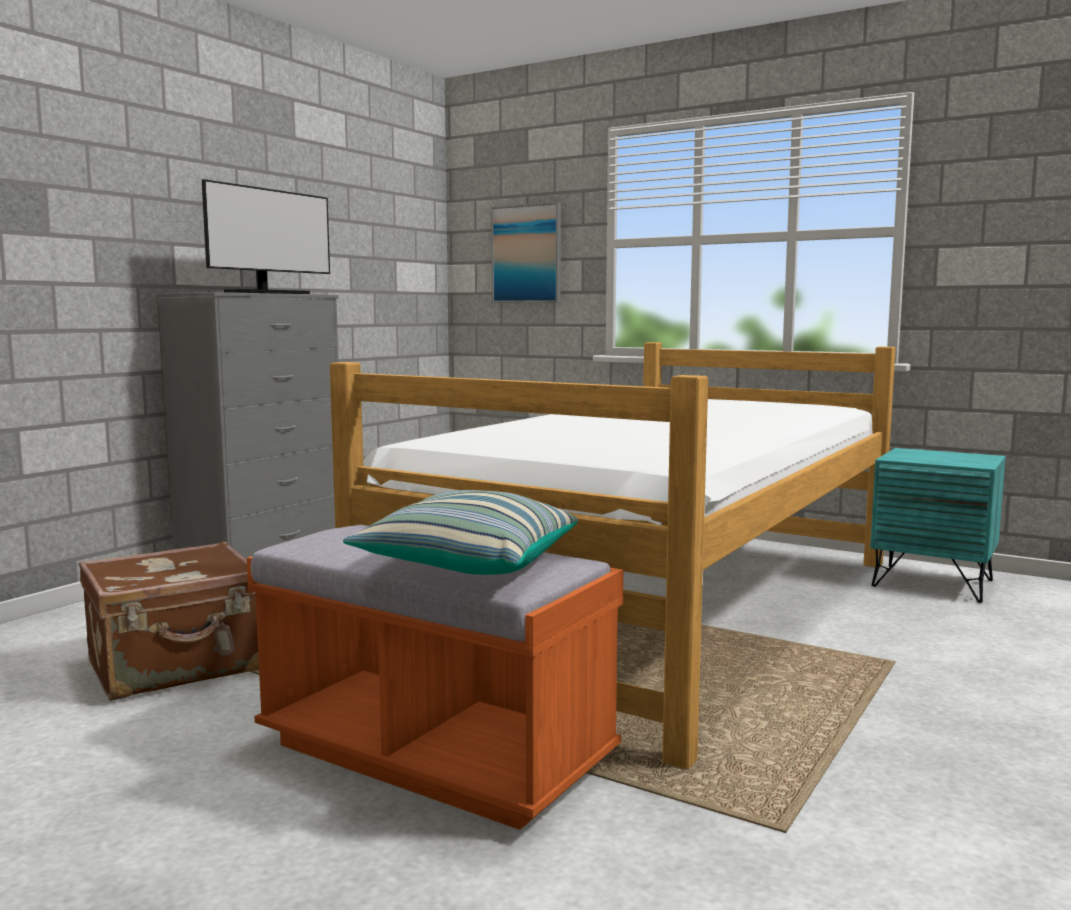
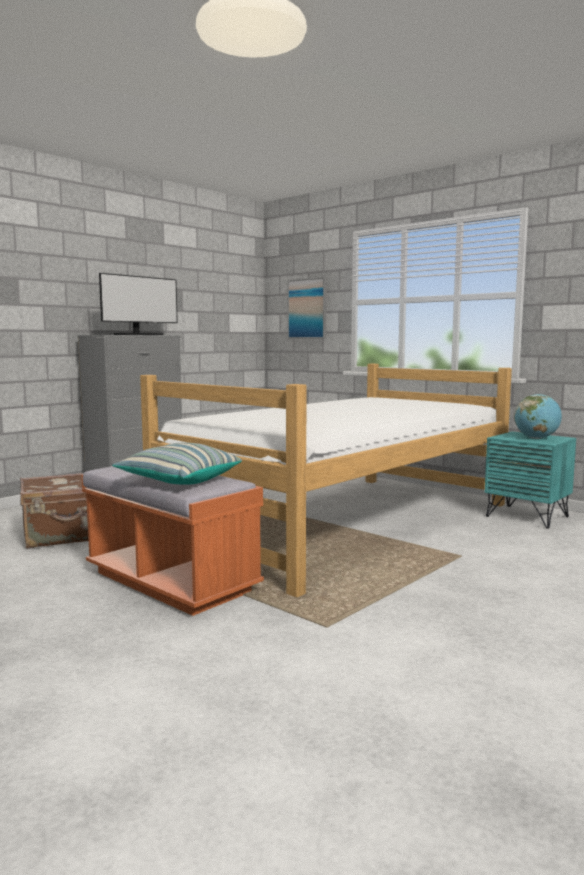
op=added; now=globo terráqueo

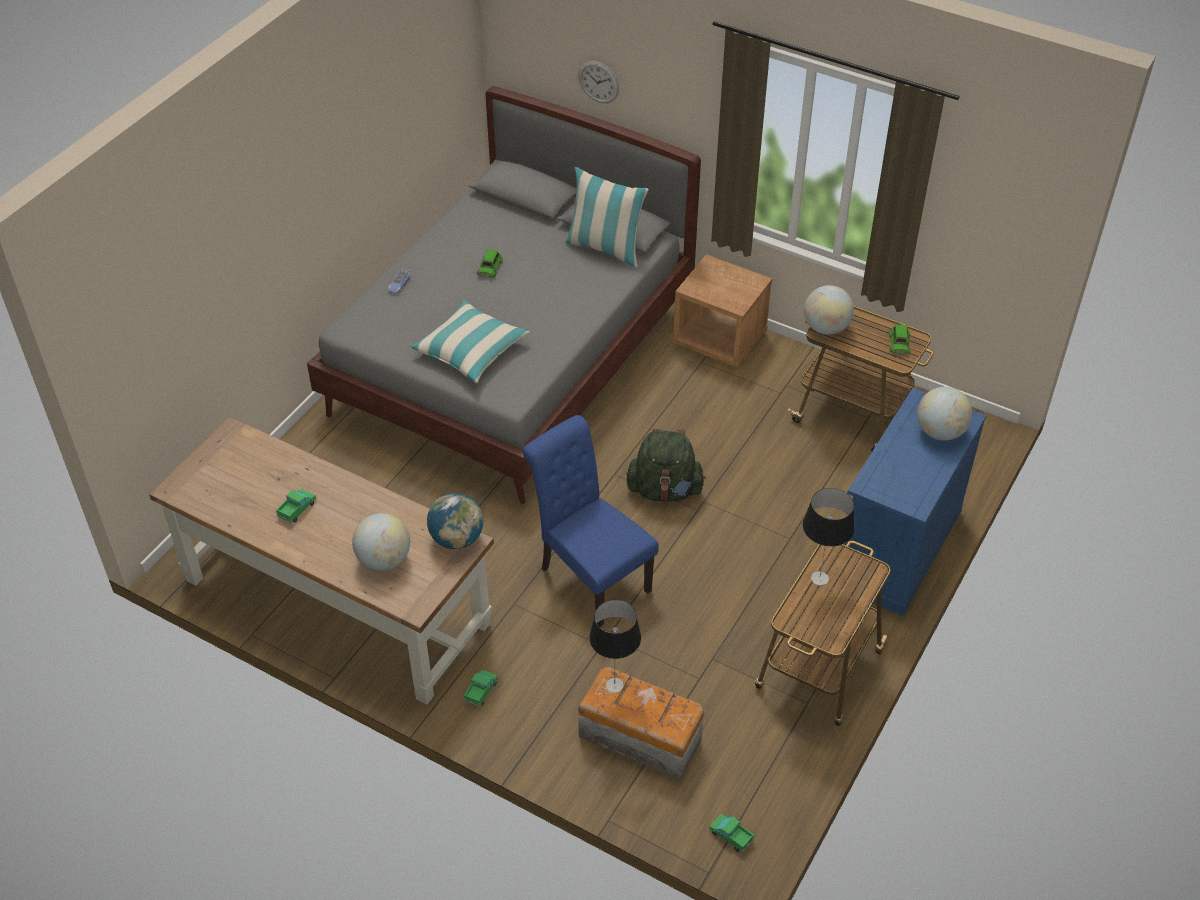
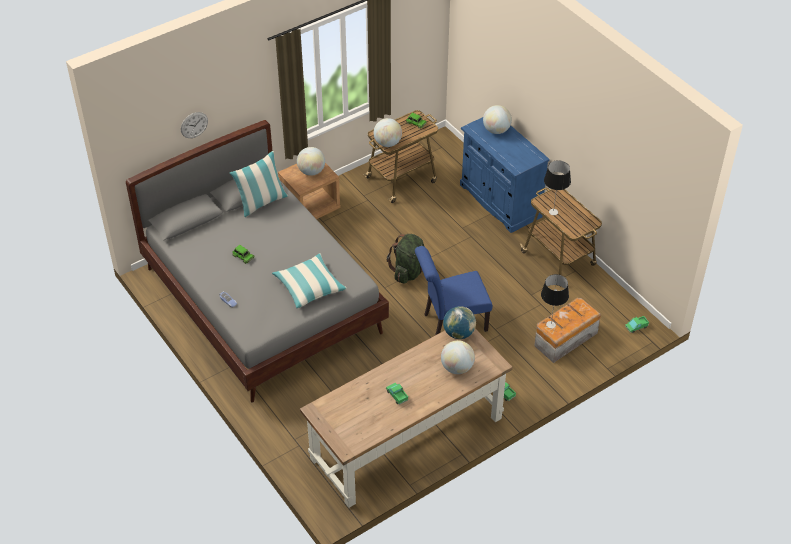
op=added; now=globo terráqueo (1st from left)

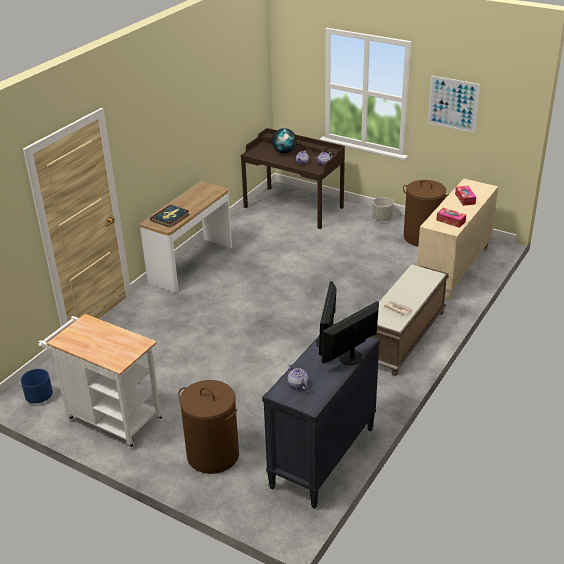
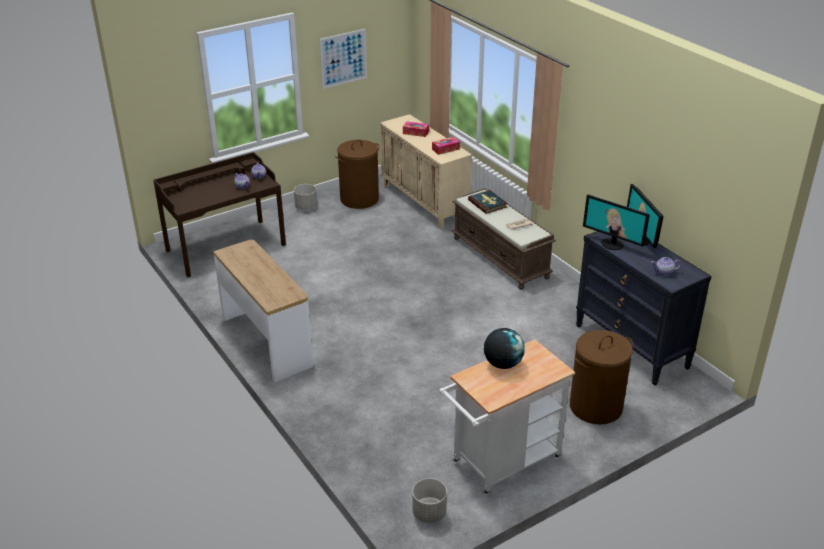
op=moved; was=globo terráqueo
op=moved; was=libro
op=recoloured; was=maceta [azul]; now=maceta [gris] (2nd from left)

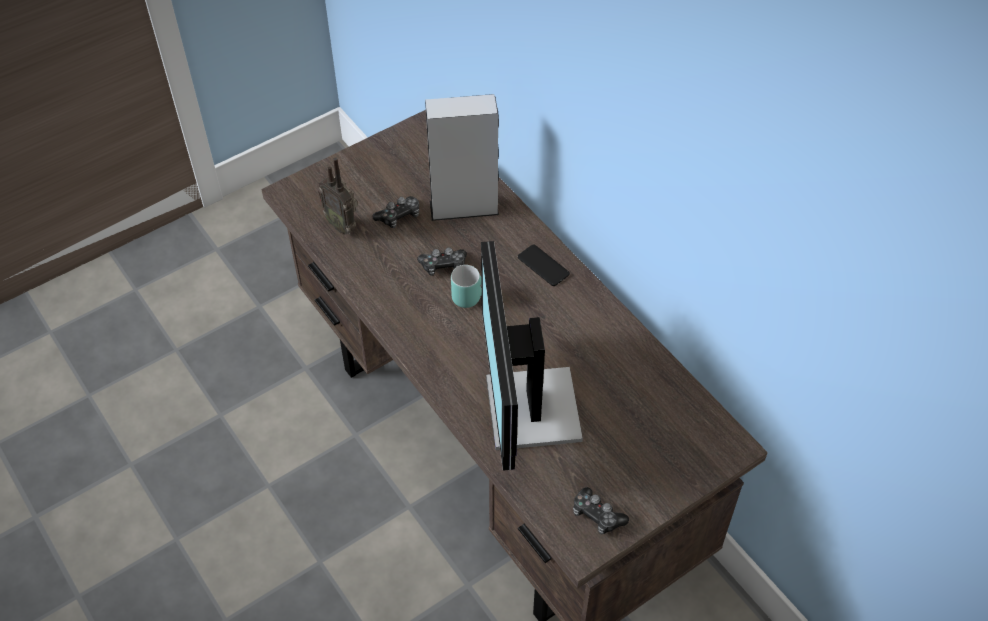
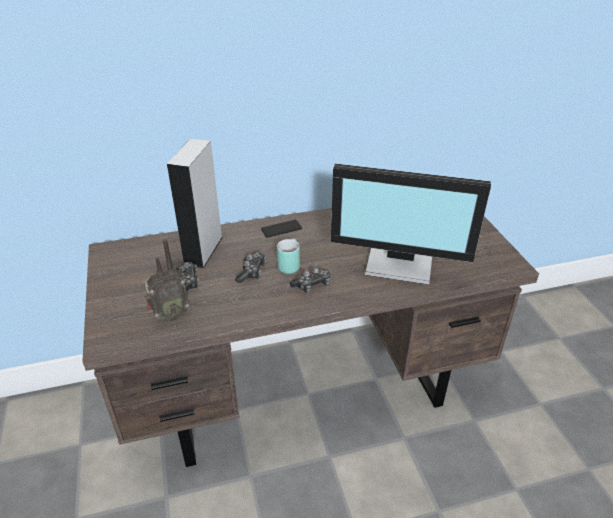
op=moved; was=mando de consola (3rd from left)

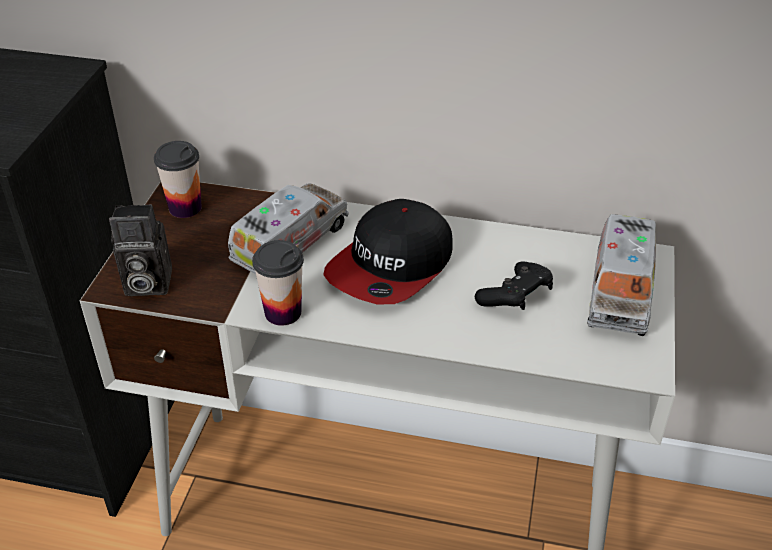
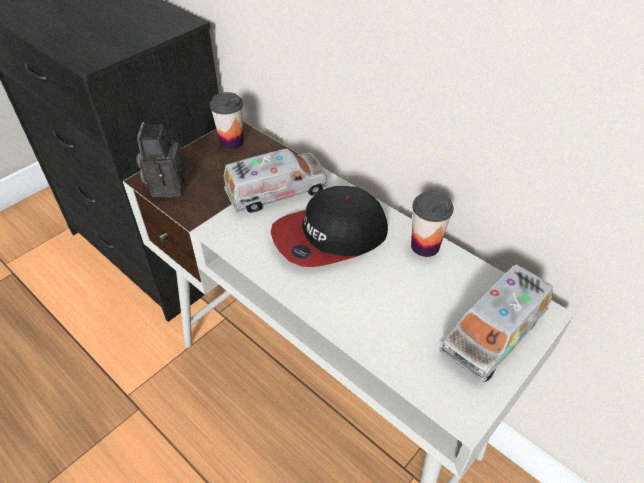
op=turned; was=cámara; clockwise=60
op=moved; was=taza (2nd from left)
op=removed; was=mando de consola [negro]

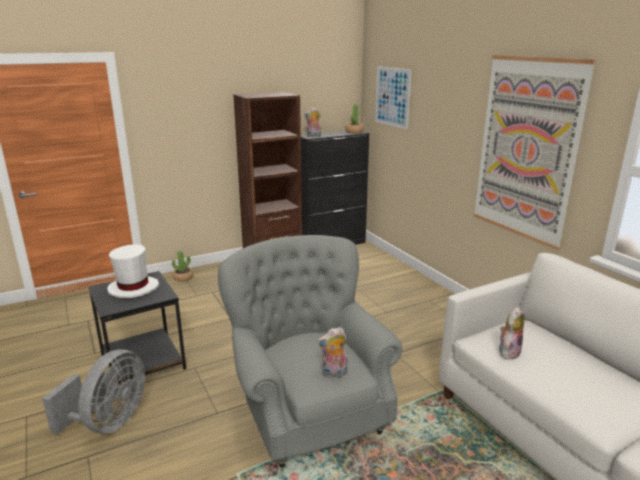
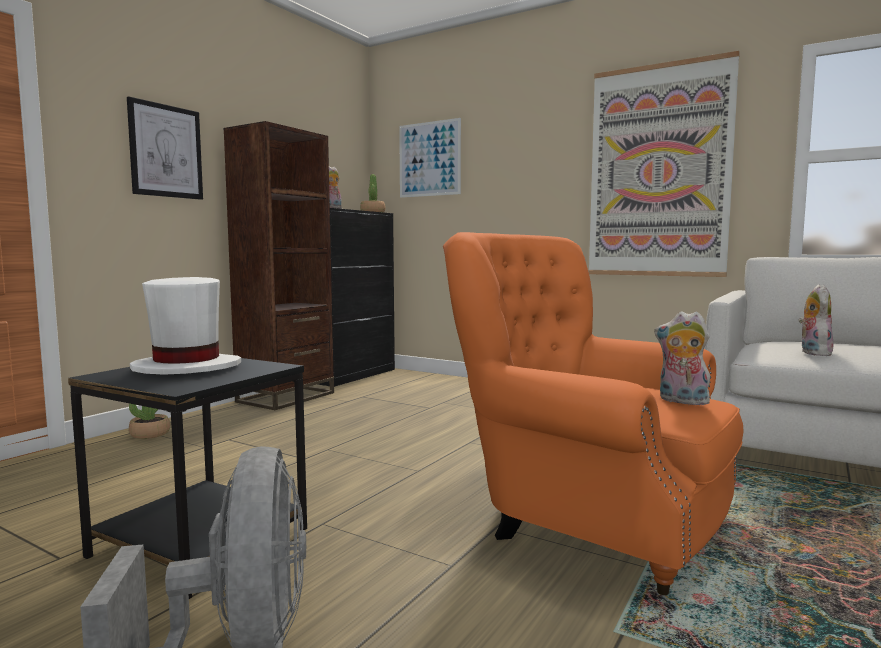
op=recoloured; was=sillón [gris]; now=sillón [naranja]
op=turned; was=peluche (2nd from left); clockwise=75
op=added; now=cuadro (1st from left)

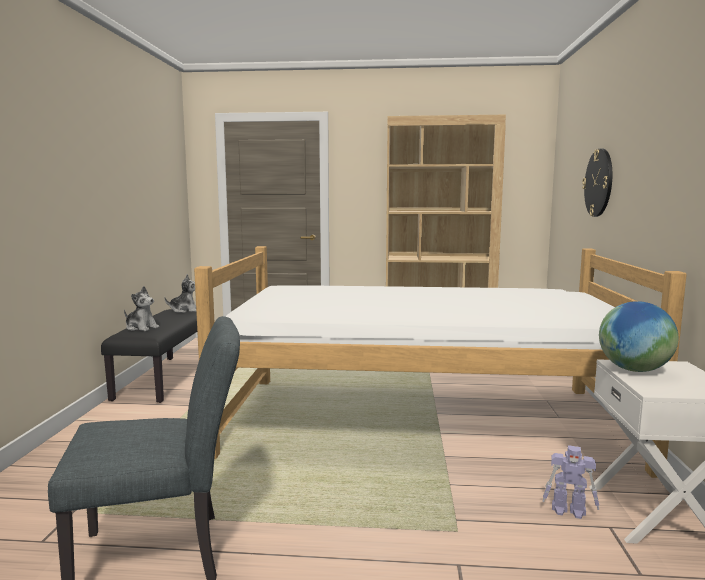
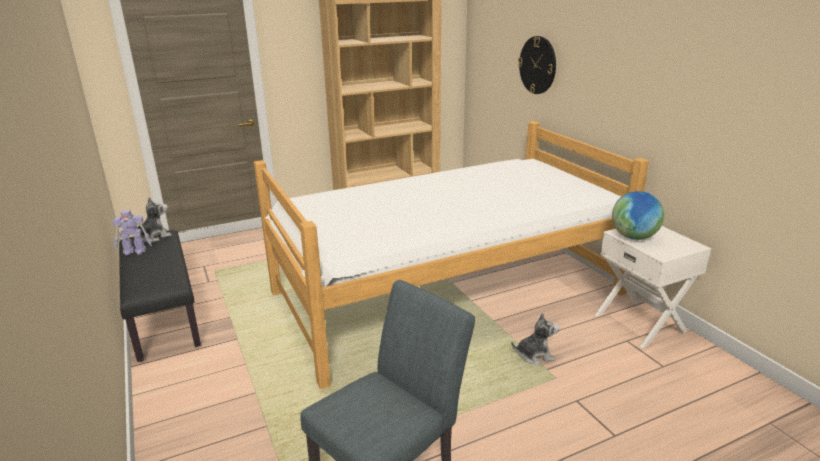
op=moved; was=peluche (1st from left in the first image); now=peluche (2nd from left)
op=moved; was=robot de juguete

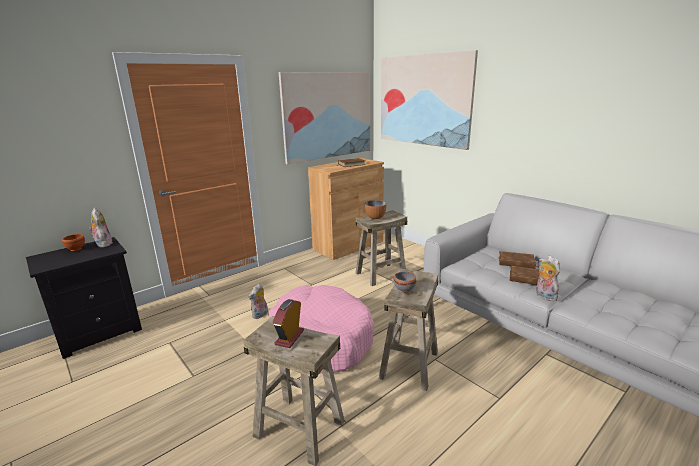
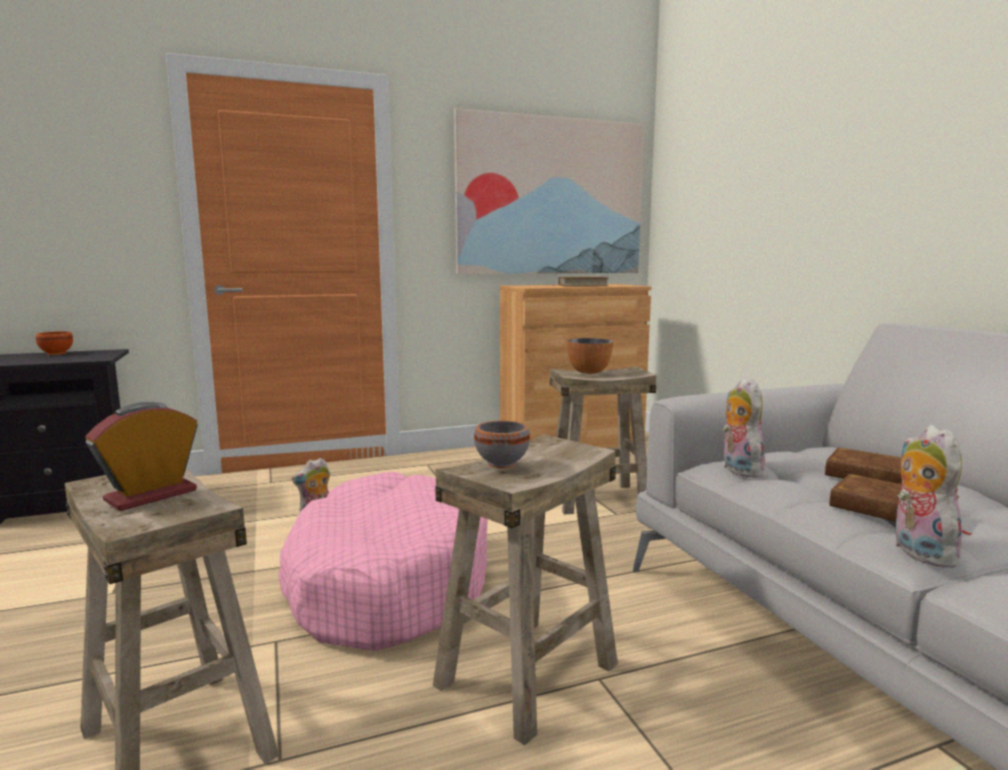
op=removed; was=cuadro (2nd from left)
op=moved; was=peluche (1st from left in the first image); now=peluche (2nd from left)

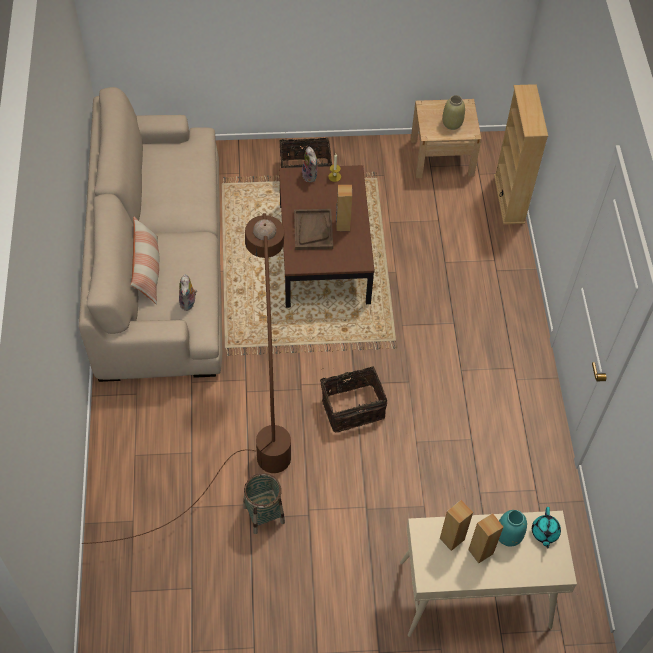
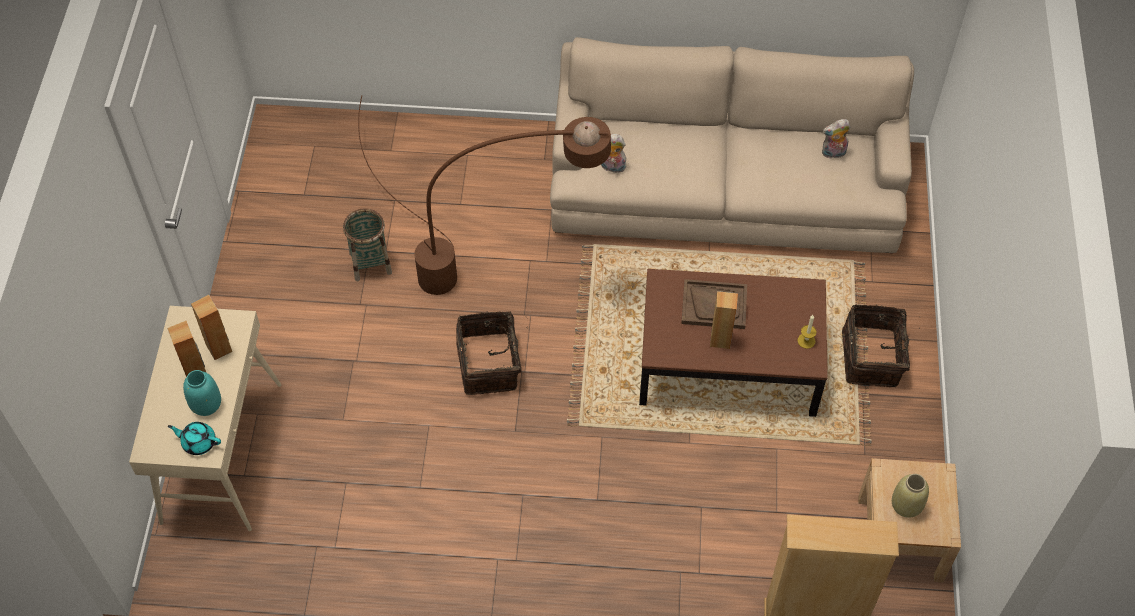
op=moved; was=peluche (2nd from left)
op=removed; was=cojín

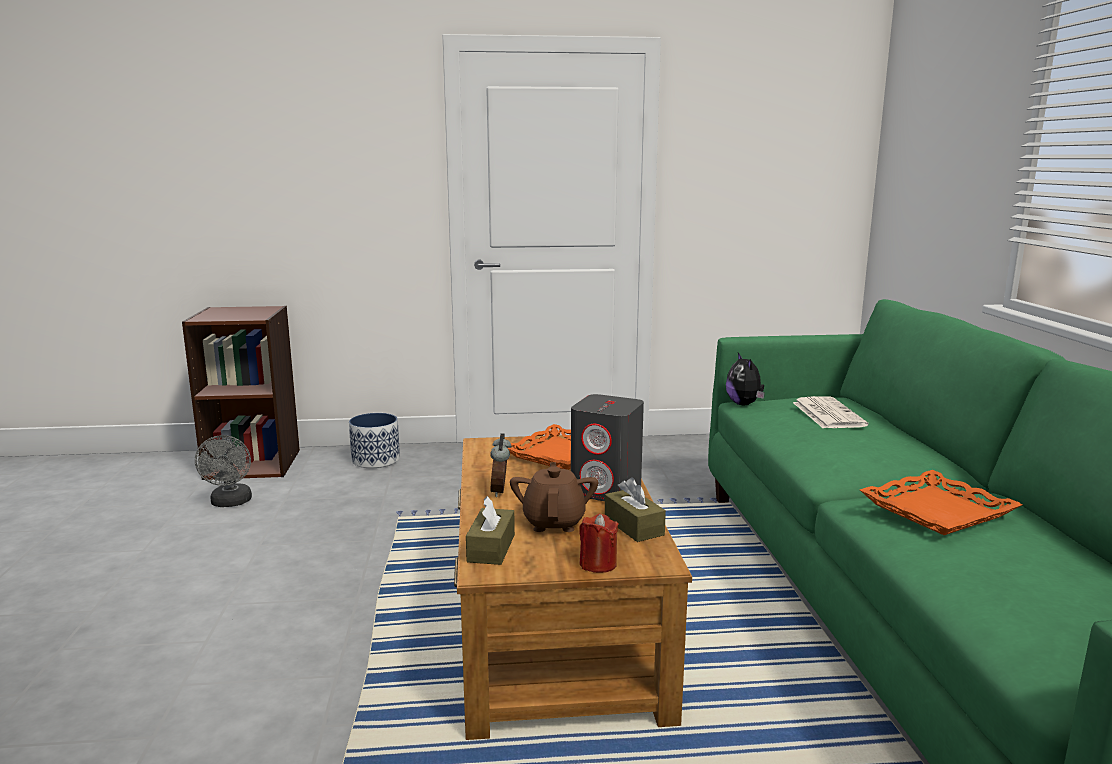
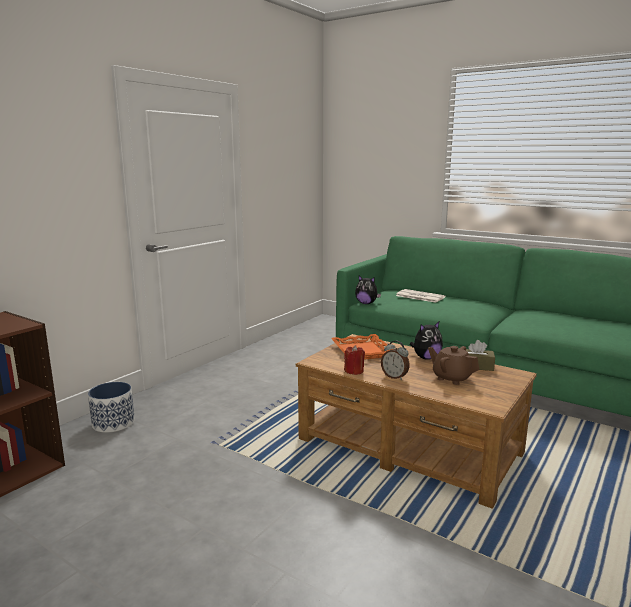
op=replaced; was=altavoz [gris]; now=peluche (2nd from left)
op=removed; was=ventilador [gris]
op=removed; was=bandeja [naranja] (2nd from left)
op=removed; was=caja de pañuelos [marrón] (1st from left)
op=moved; was=vela [rojo]

